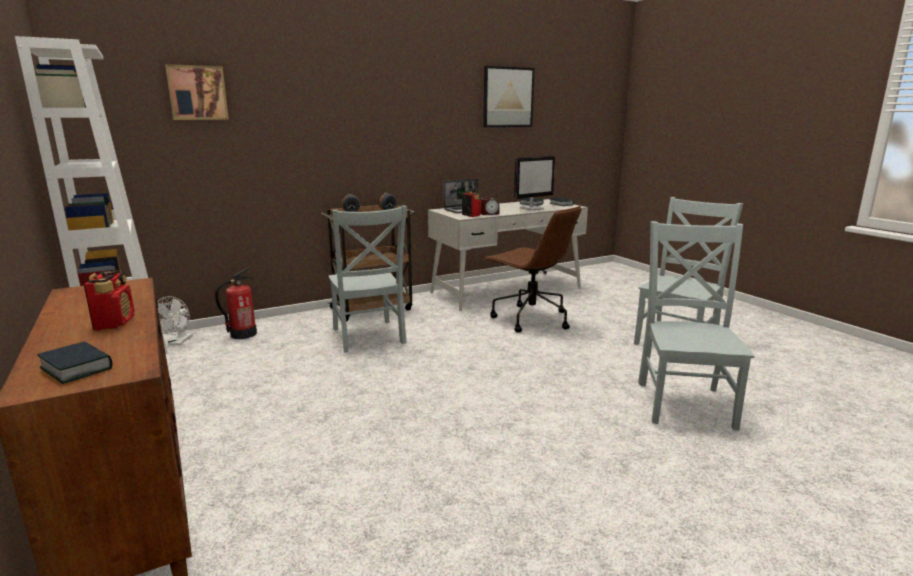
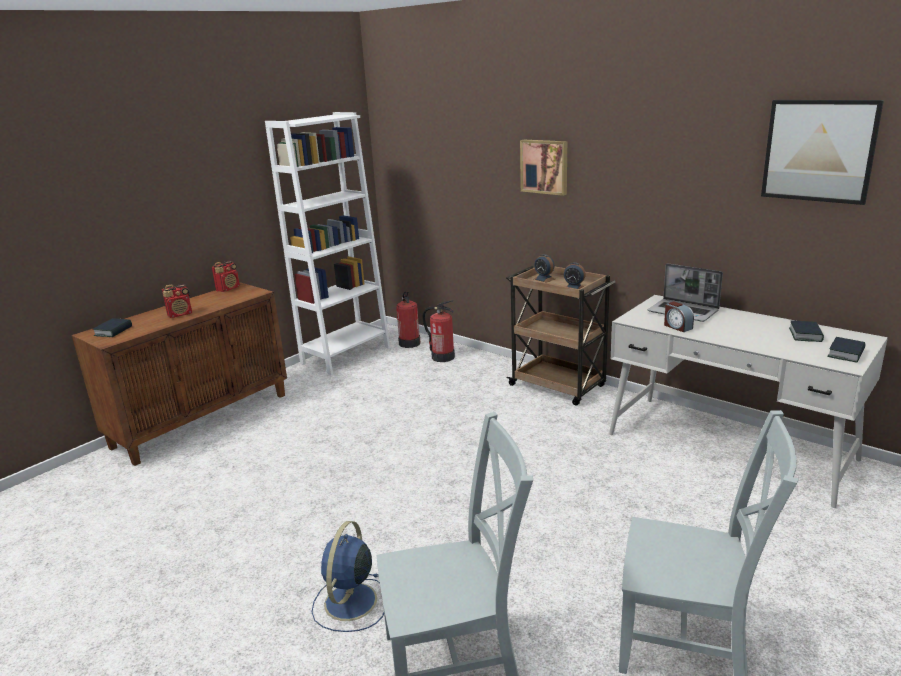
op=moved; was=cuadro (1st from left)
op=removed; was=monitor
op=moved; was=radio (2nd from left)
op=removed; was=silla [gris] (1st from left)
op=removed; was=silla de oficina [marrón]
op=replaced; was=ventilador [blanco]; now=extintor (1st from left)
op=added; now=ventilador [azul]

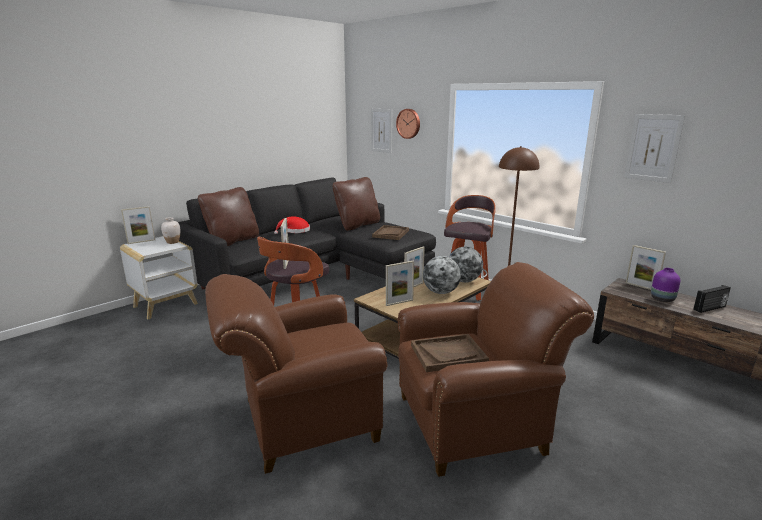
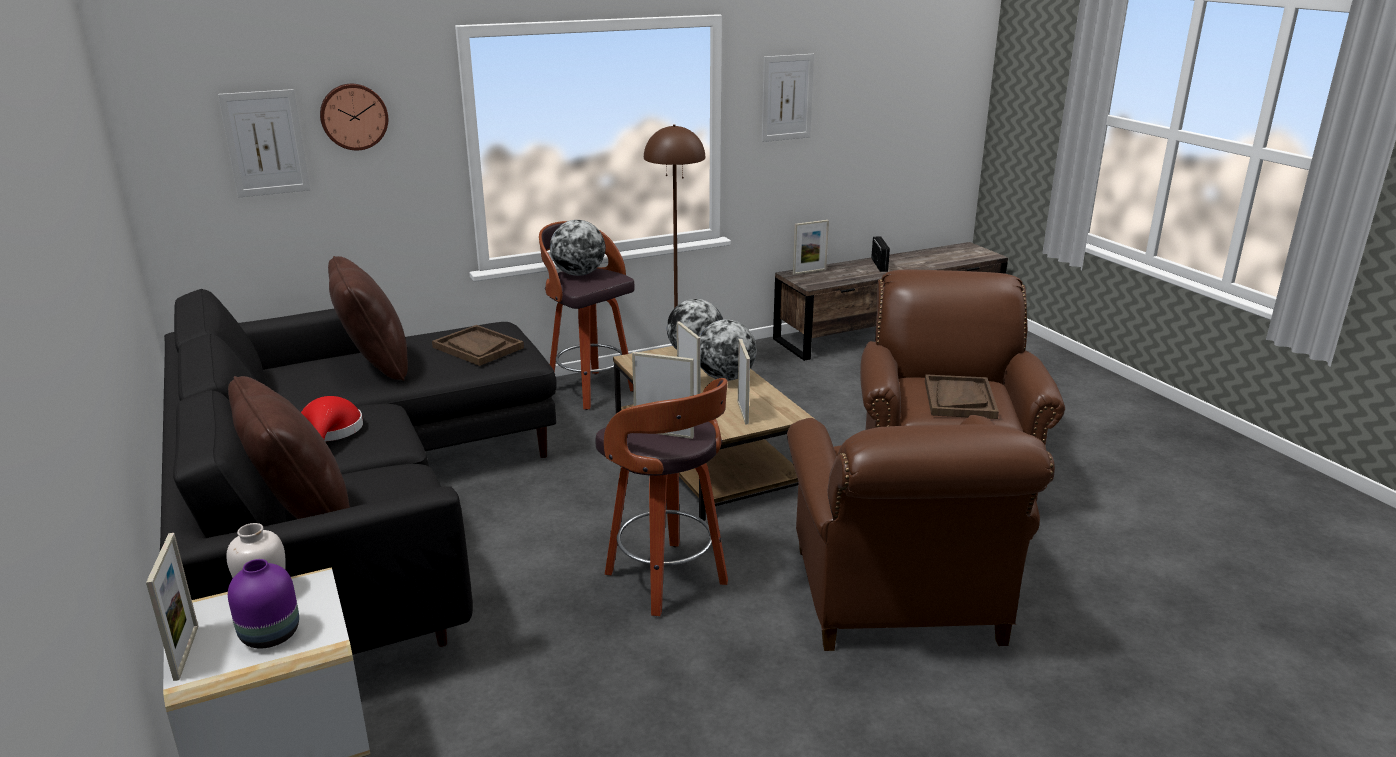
op=moved; was=florero [morado]
op=added; now=globo terráqueo (1st from left)

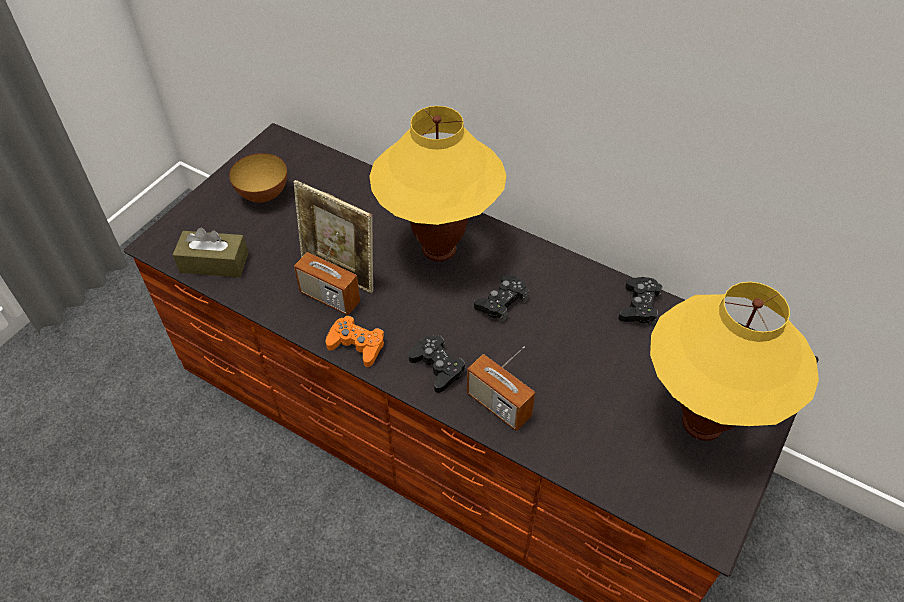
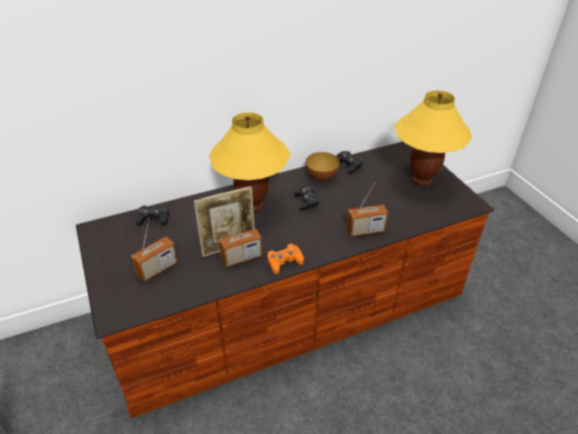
op=moved; was=cuenco
op=removed; was=caja de pañuelos [marrón]
op=moved; was=mando de consola [negro] (1st from left)
op=added; now=radio (1st from left)

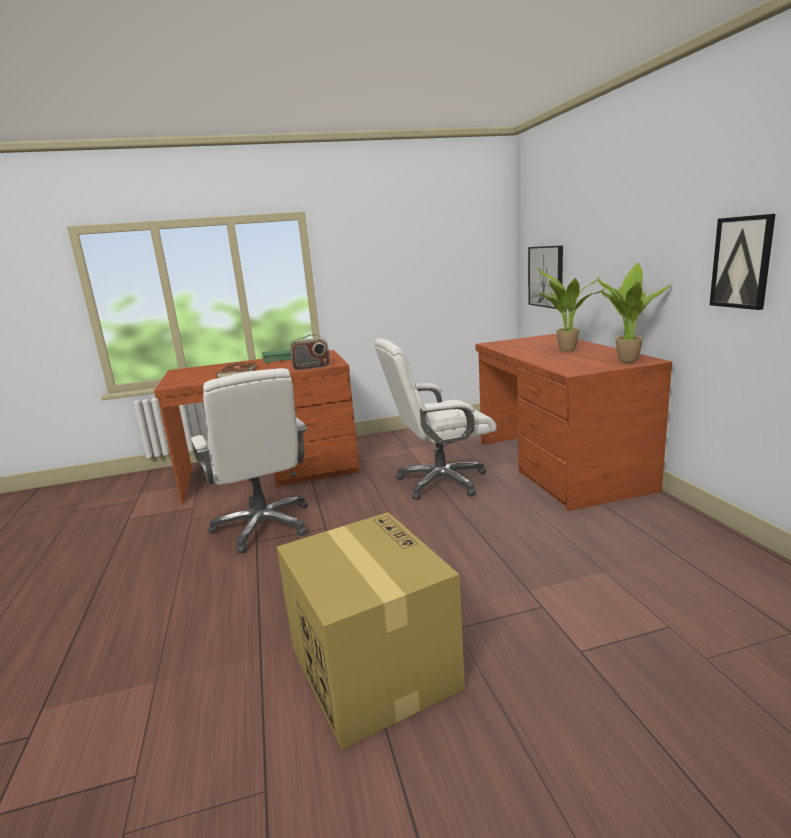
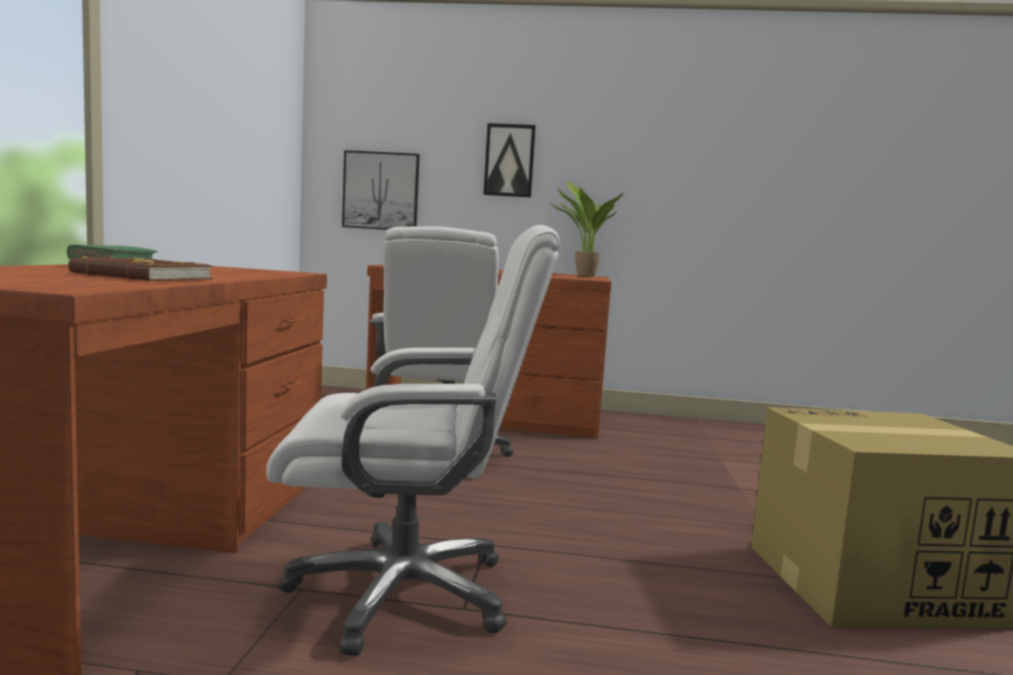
op=moved; was=cuadro (2nd from left)
op=removed; was=planta en maceta (1st from left)
op=removed; was=radio

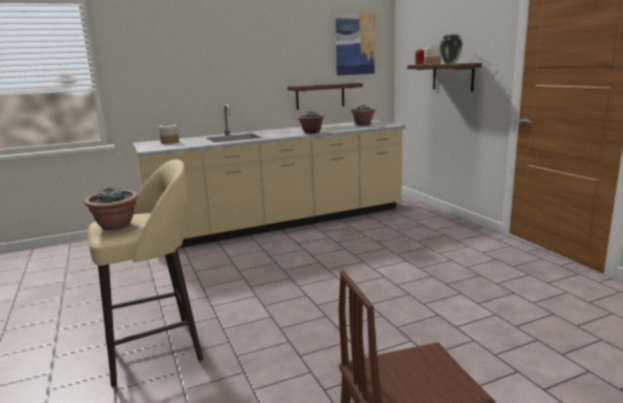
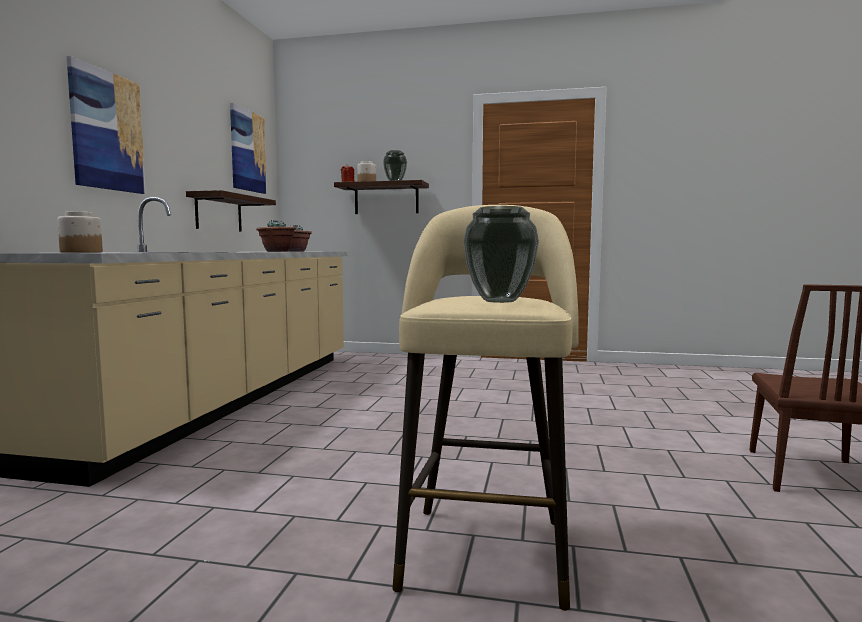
op=replaced; was=planta en maceta (1st from left); now=florero (2nd from left)
op=added; now=cuadro (1st from left)

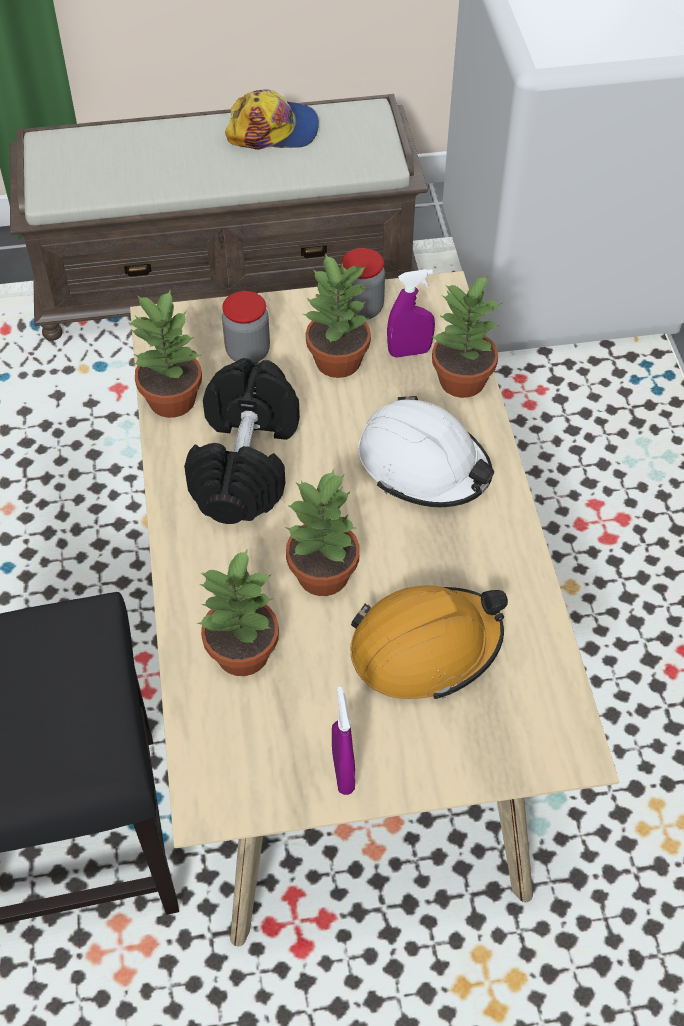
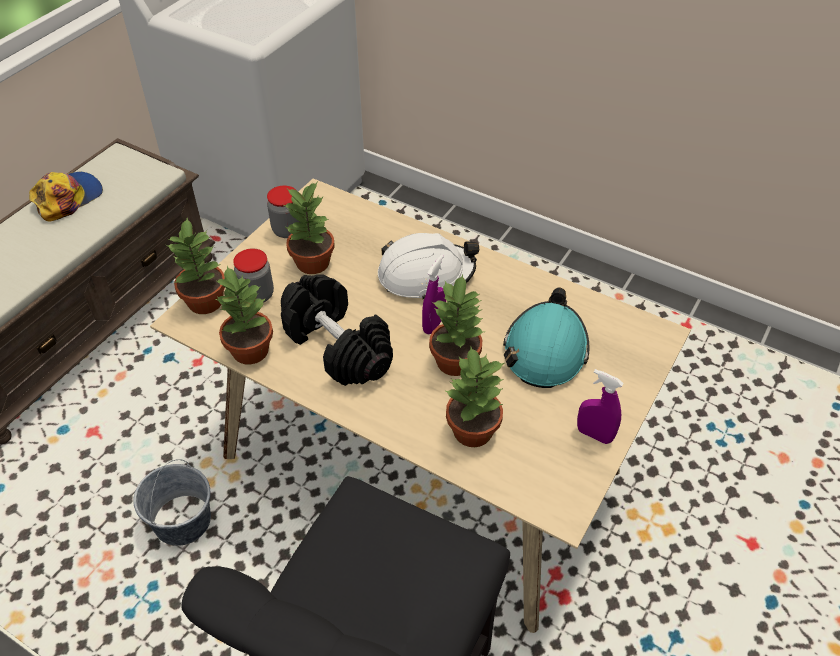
op=moved; was=pulverizador [morado] (2nd from left in the first image); now=pulverizador [morado] (1st from left)
op=moved; was=planta en maceta (5th from left in the first image); now=planta en maceta (1st from left)
op=recoloured; was=casco [naranja]; now=casco [turquesa]
op=added; now=cubo [gris]

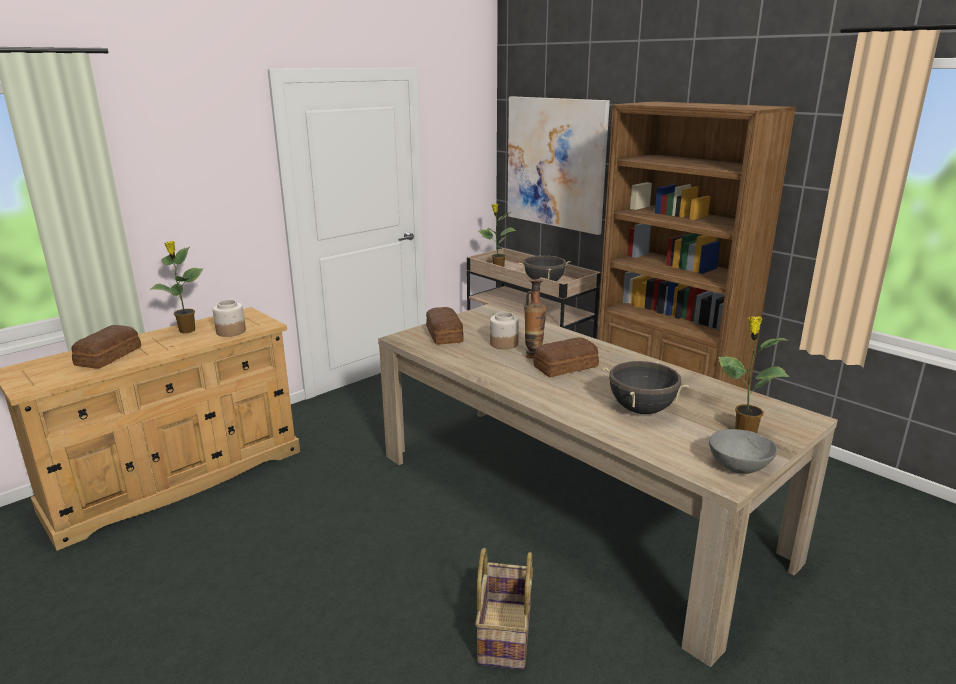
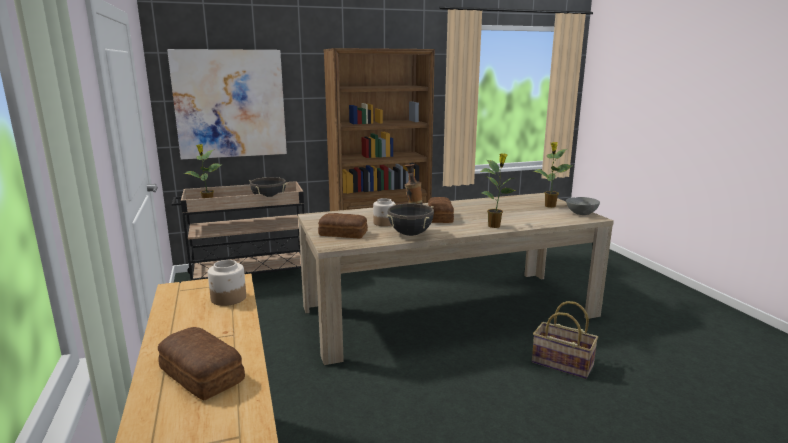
op=moved; was=planta en maceta (1st from left in the first image); now=planta en maceta (2nd from left)
op=moved; was=olla [negro] (2nd from left)

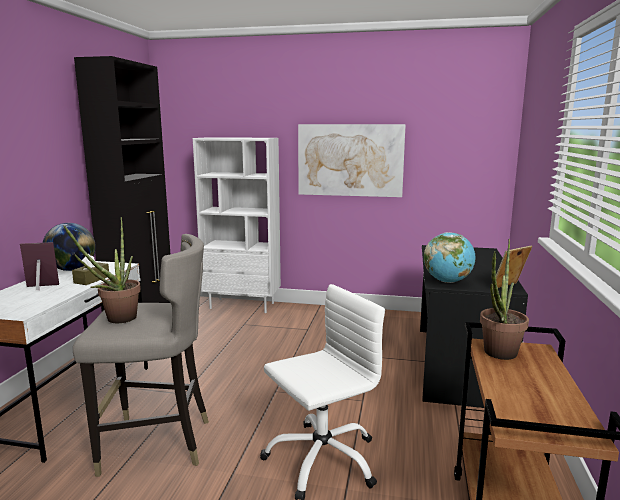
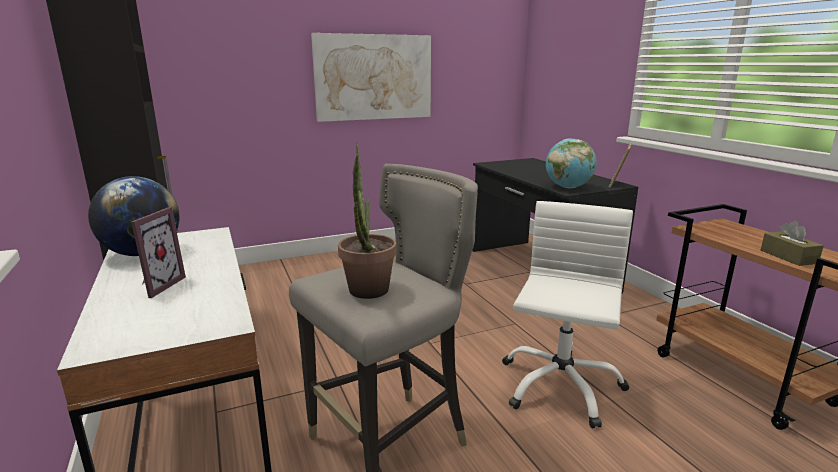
op=removed; was=estantería [blanco]
op=removed; was=planta en maceta (2nd from left)
op=turned; was=portarretratos (1st from left); clockwise=150
op=moved; was=caja de pañuelos [marrón]

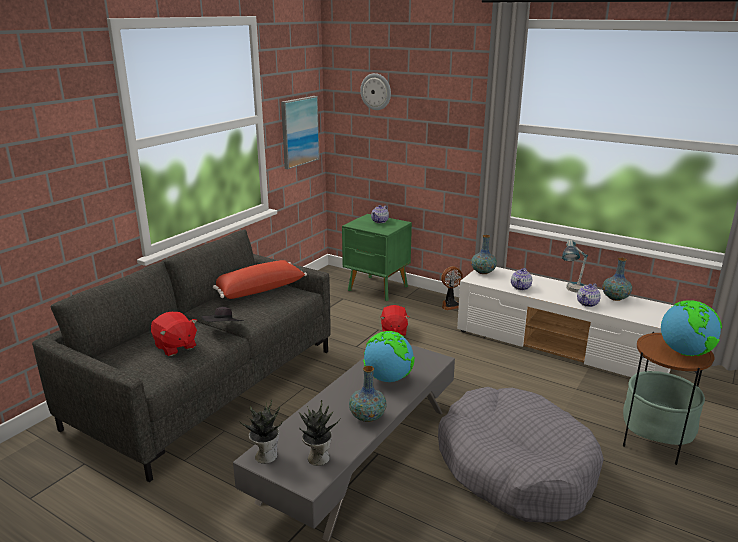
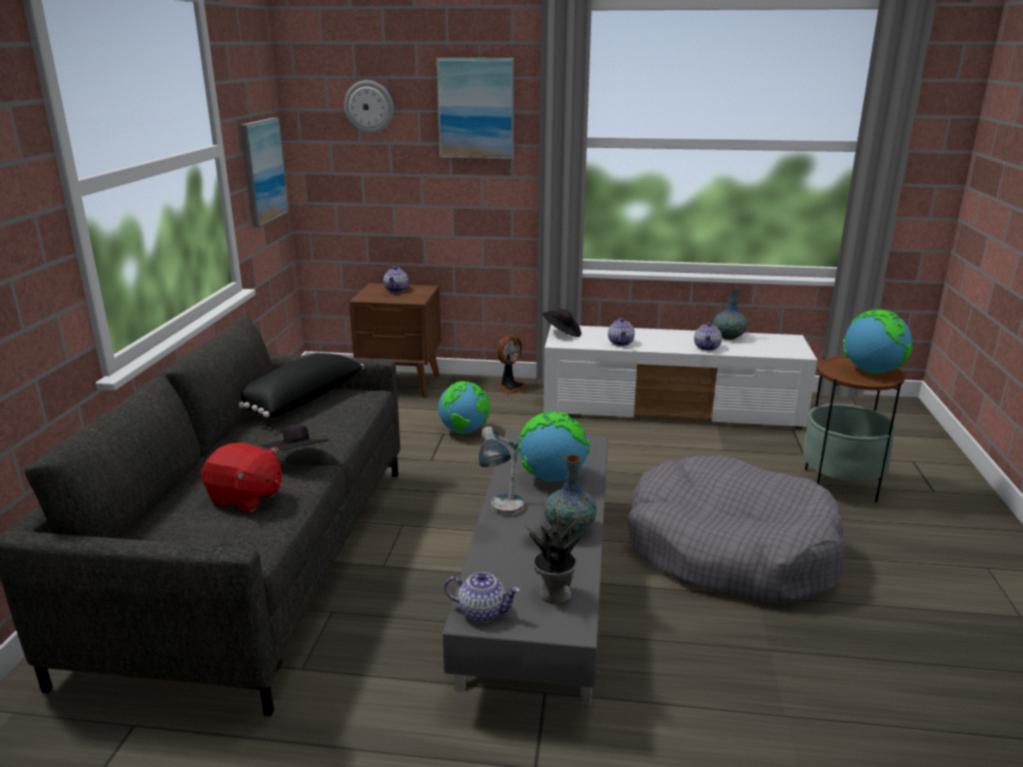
op=recoloured; was=mesita de noche [verde]; now=mesita de noche [marrón]
op=replaced; was=florero (2nd from left); now=sombrero [negro] (2nd from left)
op=moved; was=lámpara de mesa
op=recoloured; was=cojín [rojo]; now=cojín [negro]
op=replaced; was=peluche [rojo] (2nd from left); now=globo terráqueo (1st from left)
op=replaced; was=planta en maceta (1st from left); now=tetera (2nd from left)
op=added; now=cuadro (2nd from left)

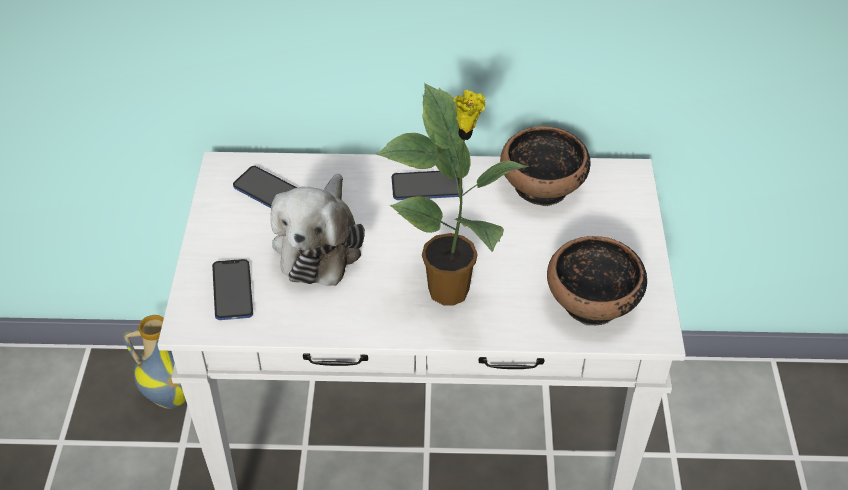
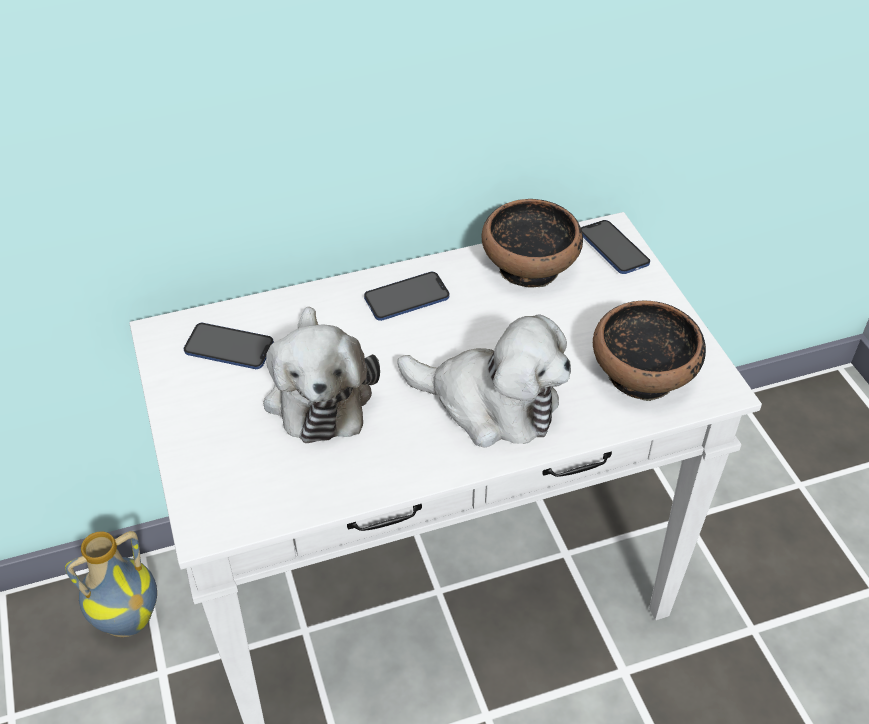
op=replaced; was=planta en maceta; now=peluche (2nd from left)
op=moved; was=móvil (1st from left in the first image); now=móvil (3rd from left)

